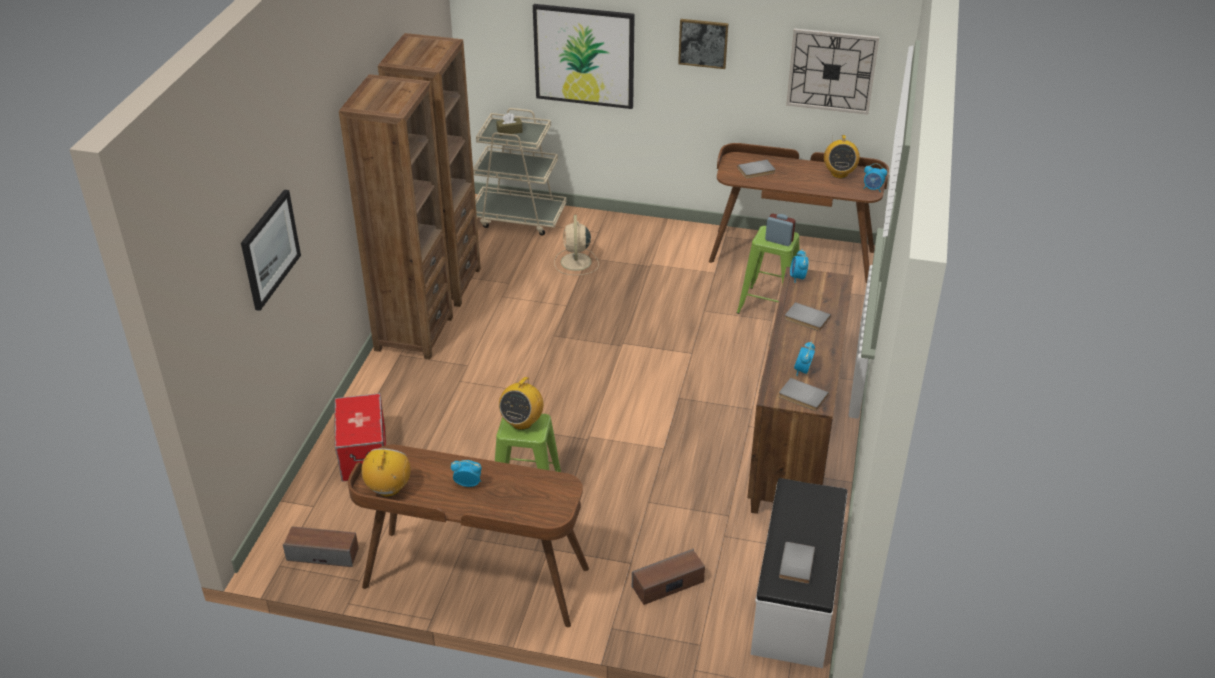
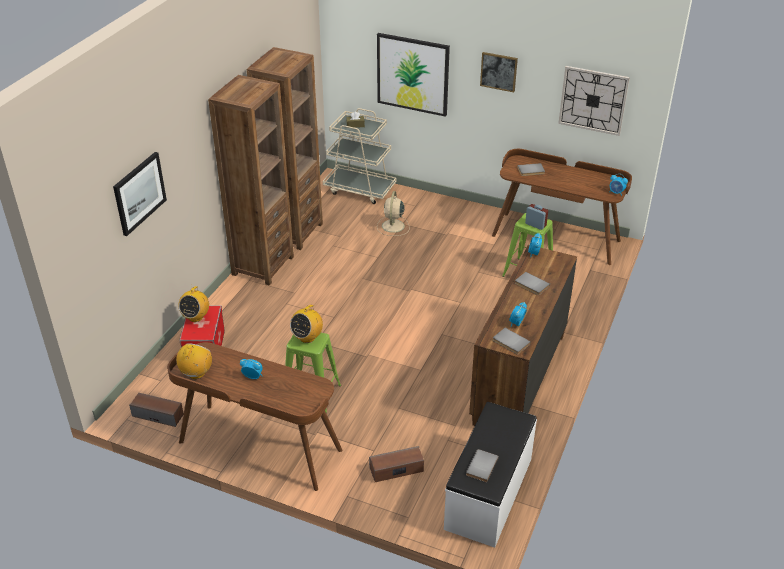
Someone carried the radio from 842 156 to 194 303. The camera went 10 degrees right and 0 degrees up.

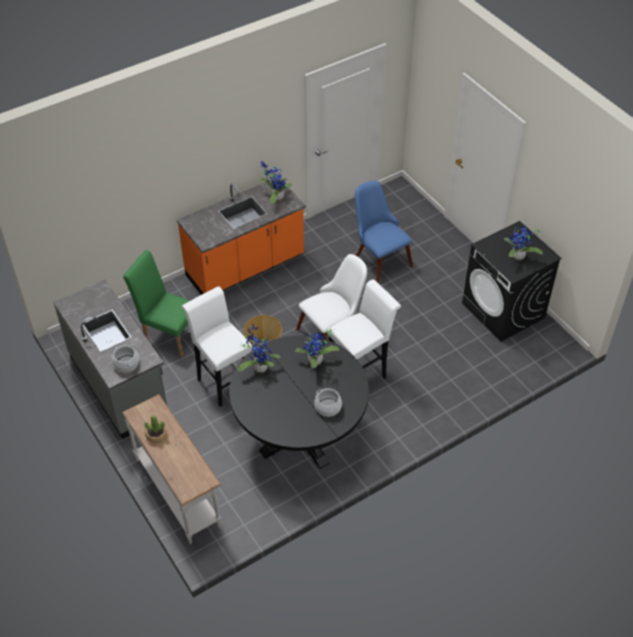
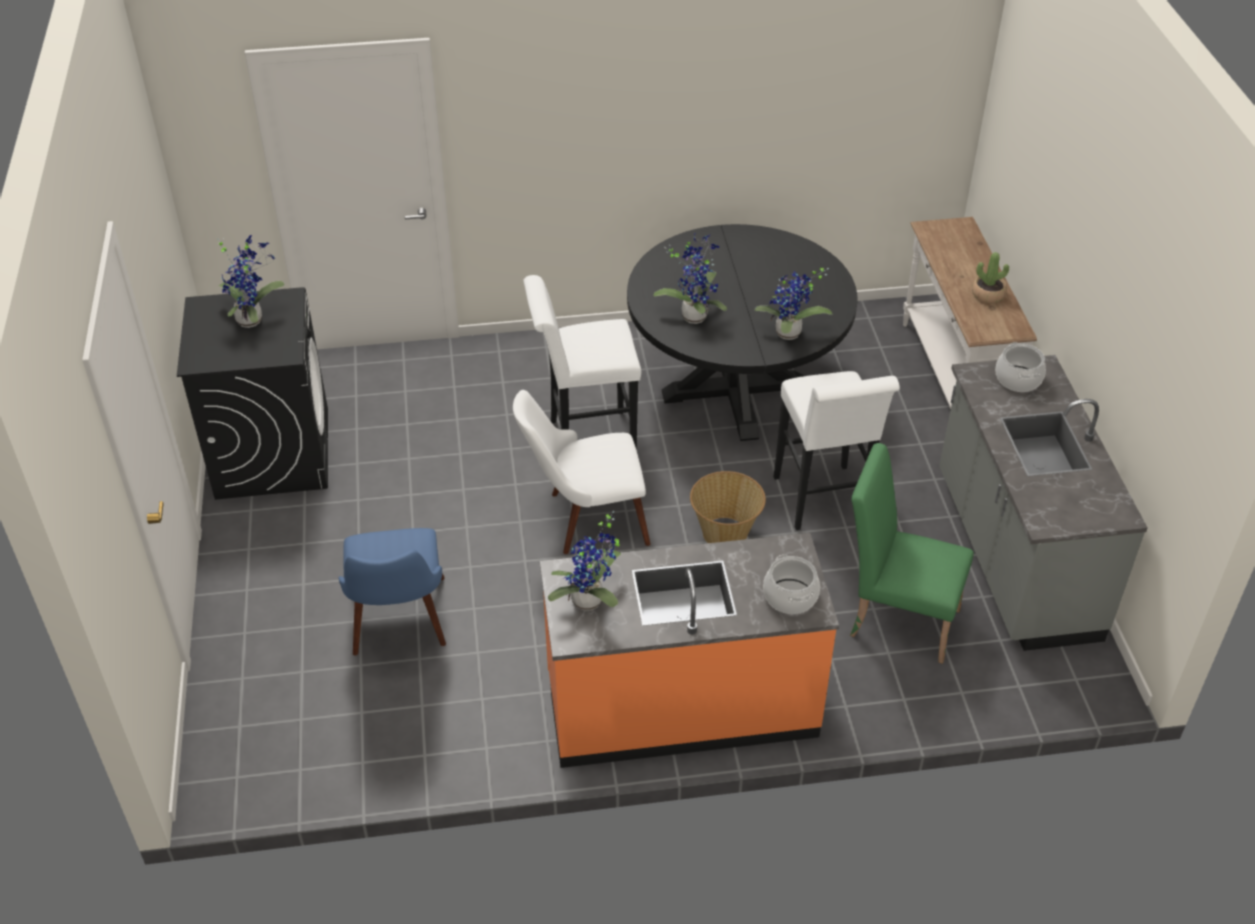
Someone carried the cooking pot from 328 402 to 791 584. Someone rotated the chair in green at 156 303 by 150 degrees clockwise. The camera went 155 degrees left and 5 degrees down.

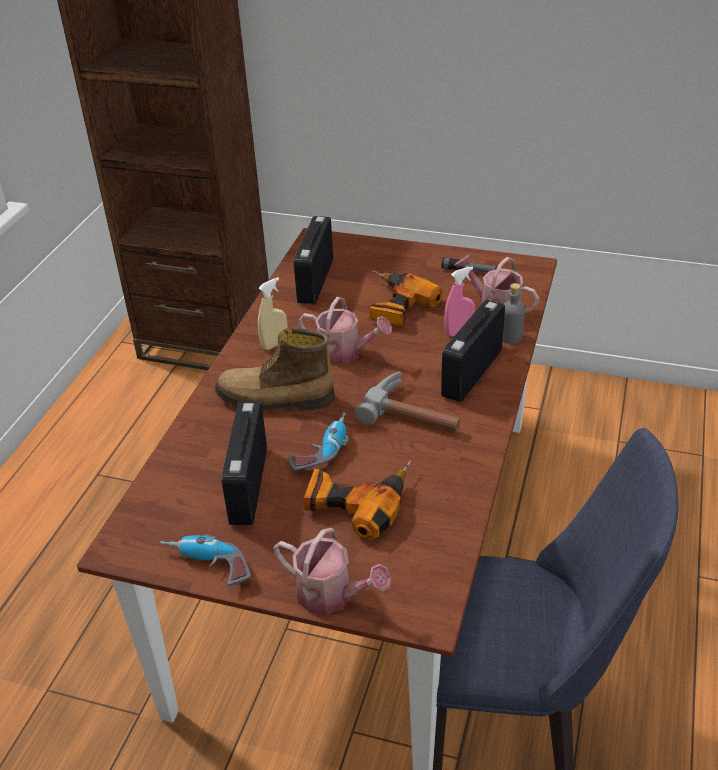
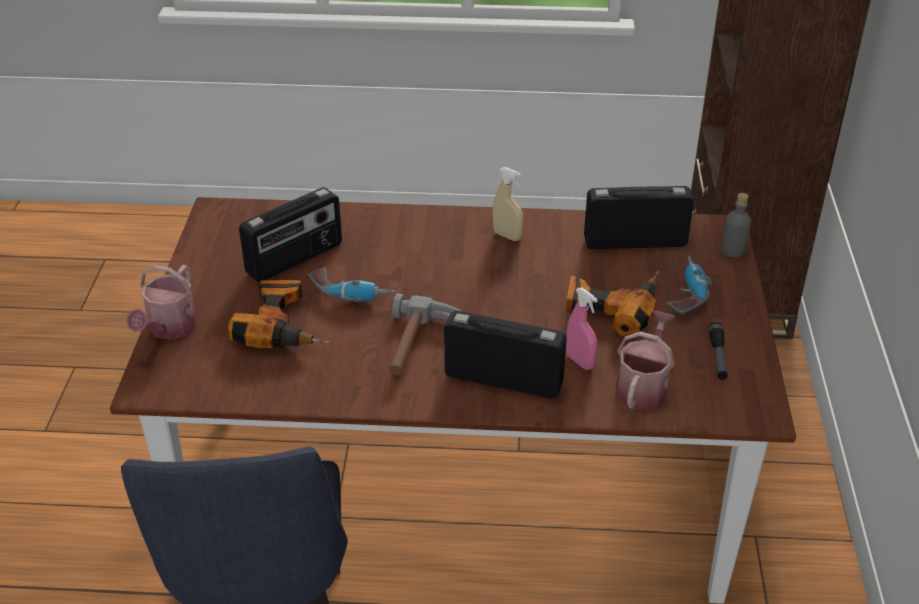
Someone rotated the radio at 244 463 by 150 degrees clockwise. Someone carried the power drill from 205 560 to 689 285. Someone carried the bottle in grey from 514 313 to 736 225. Someone took away the boot at 275 370. Someone took away the watering can at 345 330. The camera went 75 degrees right and 0 degrees up.

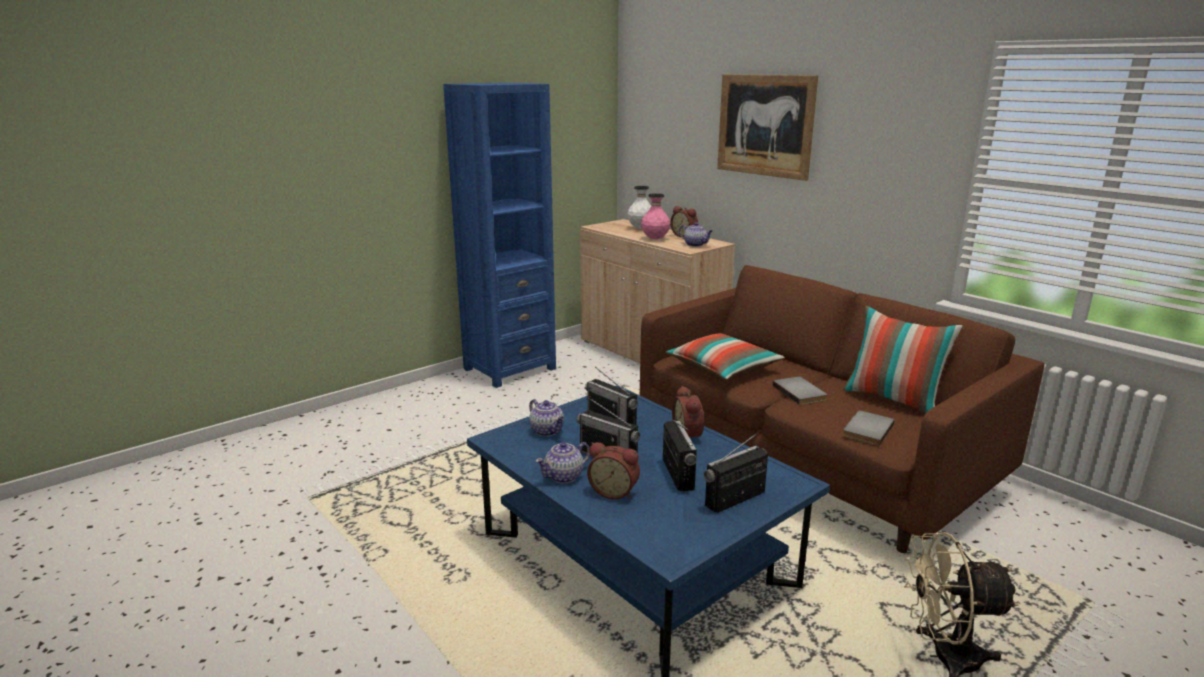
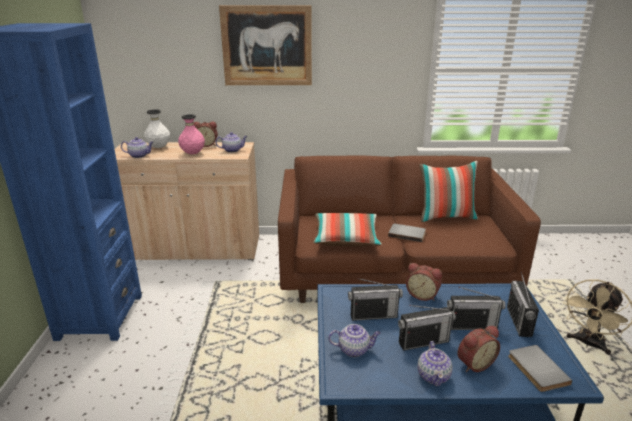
Someone put down the teapot at 137 147. Someone rotated the radio at 680 455 by 150 degrees clockwise. Someone carried the book in grey from 869 428 to 540 368. The camera went 50 degrees left and 5 degrees up.

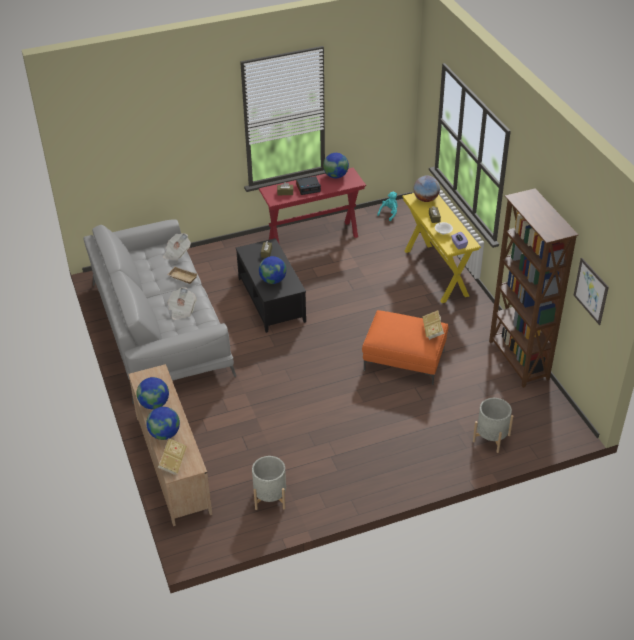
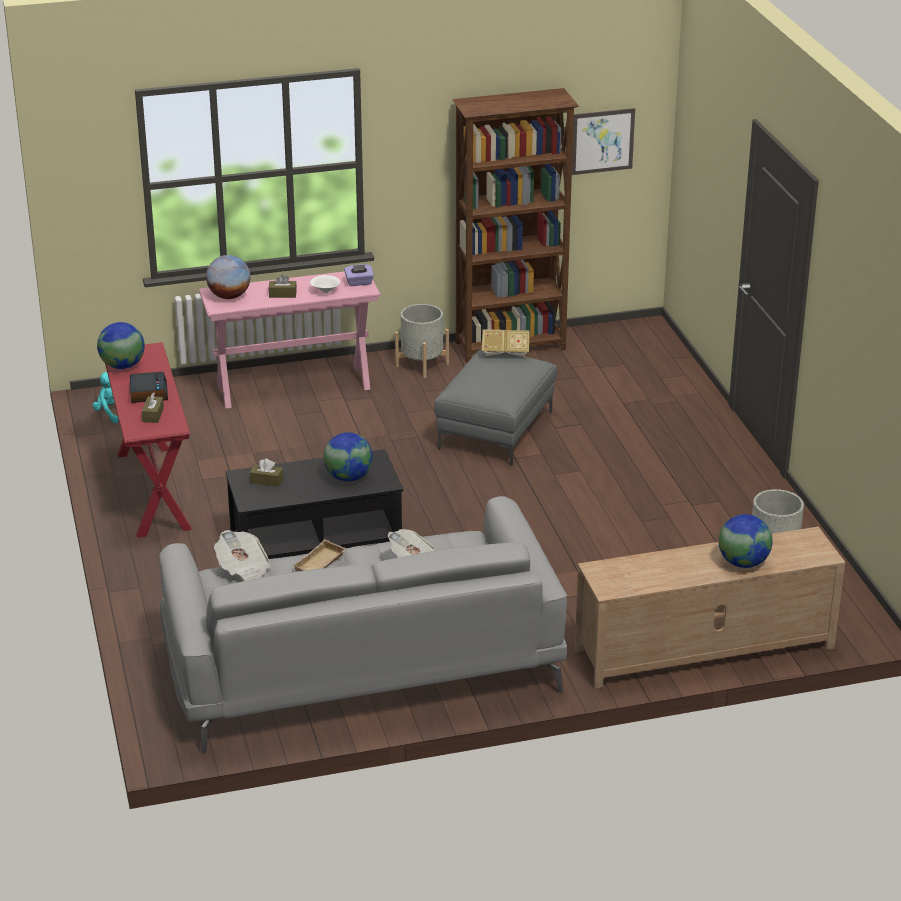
Someone repainted the console table in yellow at 441 248, which became the console table in pink at 290 339. Someone carried the planter in grey from 493 425 to 422 341. Someone repainted the ottoman in orange at 405 347, which became the ottoman in grey at 495 407. Someone took away the globe at 152 393. Someone took away the book at 172 456. The camera went 85 degrees left and 10 degrees down.

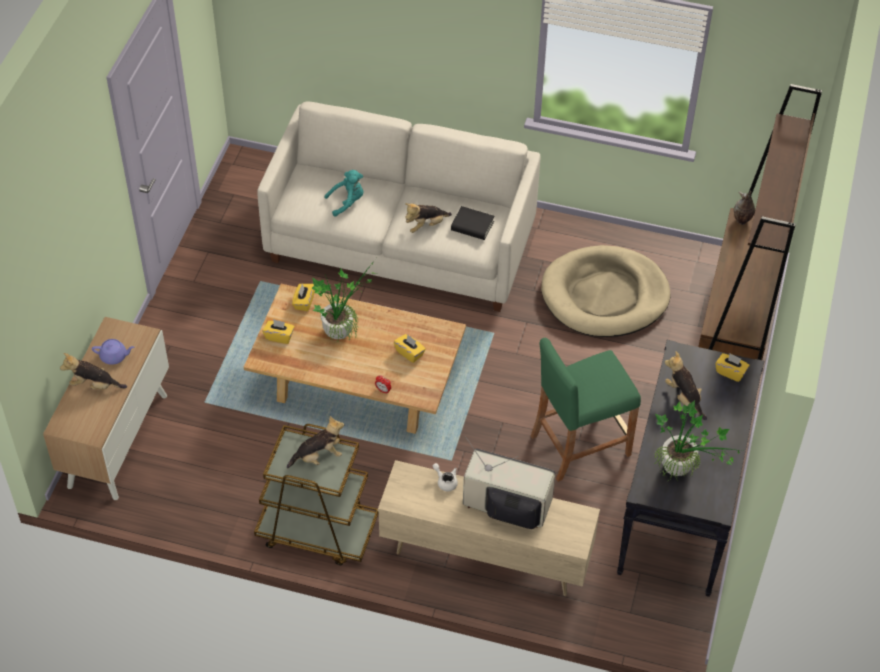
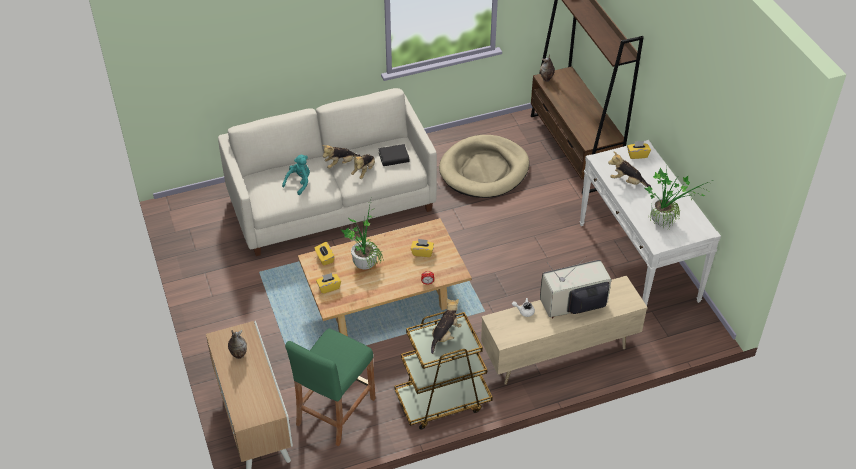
Someone swapped the teapot in purple at 113 352 for the vase at 237 344. Someone carried the stool in green from 586 410 to 330 387. Someone carried the plush toy from 93 371 to 341 157. Someone repainted the console table in black at 690 468, which became the console table in white at 650 223. The camera went 35 degrees left and 5 degrees down.

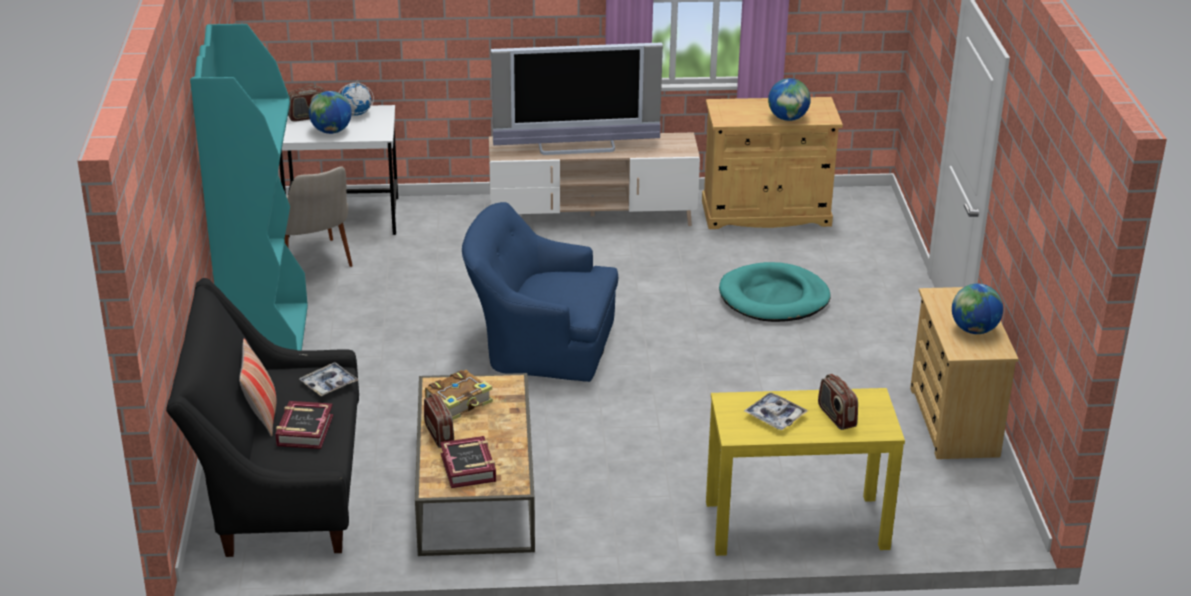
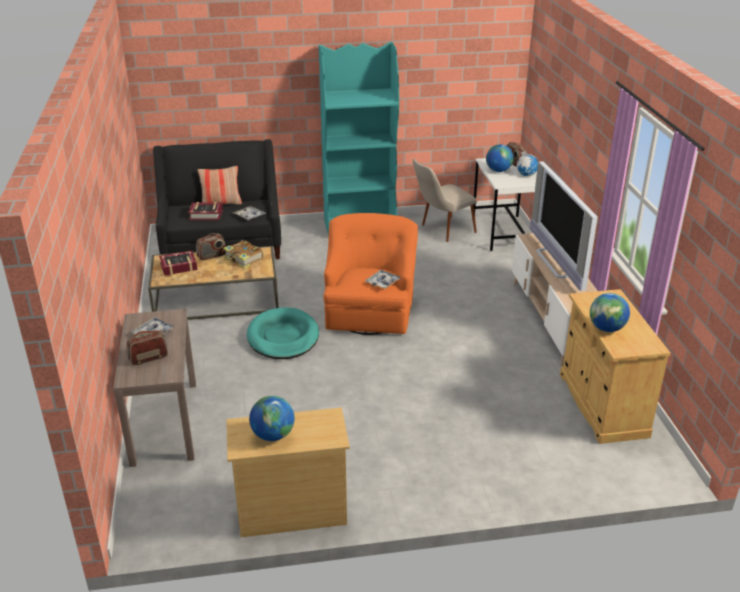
Someone repainted the console table in yellow at 805 472, which became the console table in brown at 154 388. Someone carried the dog bed in turquoise from 775 292 to 283 333. Someone repainted the armchair in blue at 540 292, which became the armchair in orange at 370 274. Someone put down the tray at 383 279. The camera went 85 degrees right and 0 degrees up.

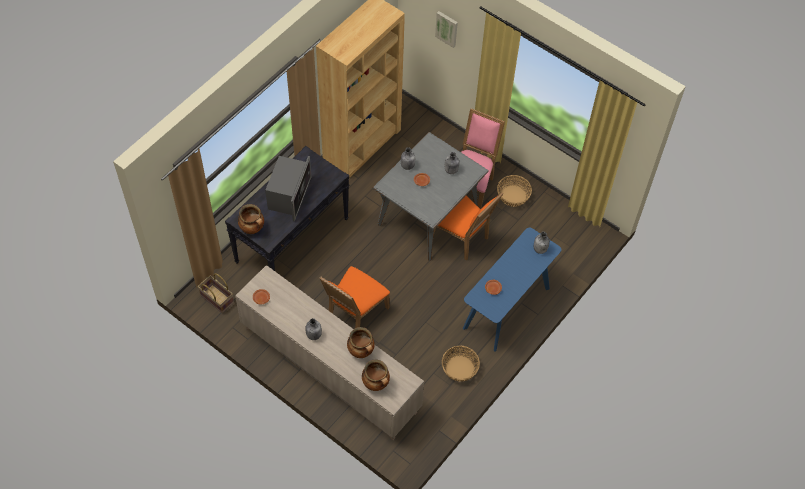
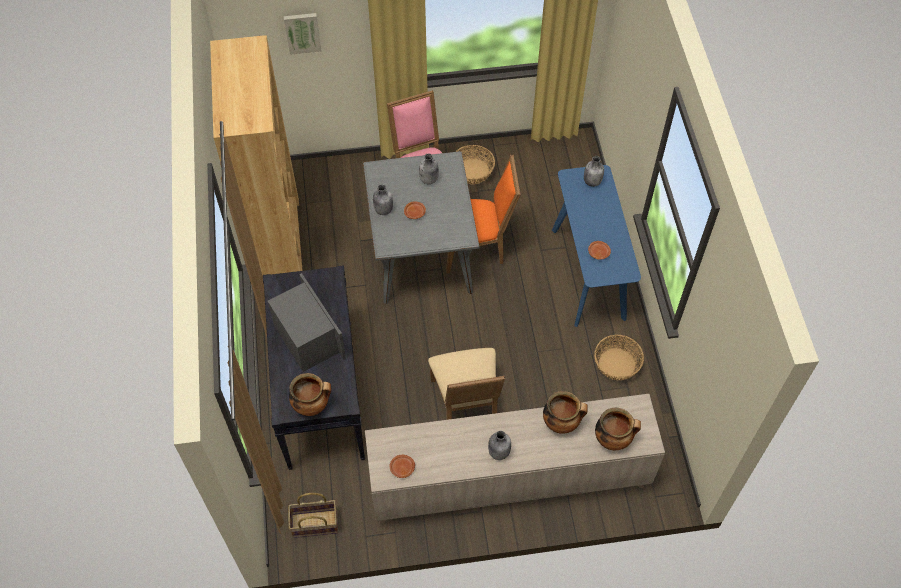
Someone repainted the chair in orange at 355 297, which became the chair in beige at 466 384. The camera went 45 degrees left and 0 degrees up.

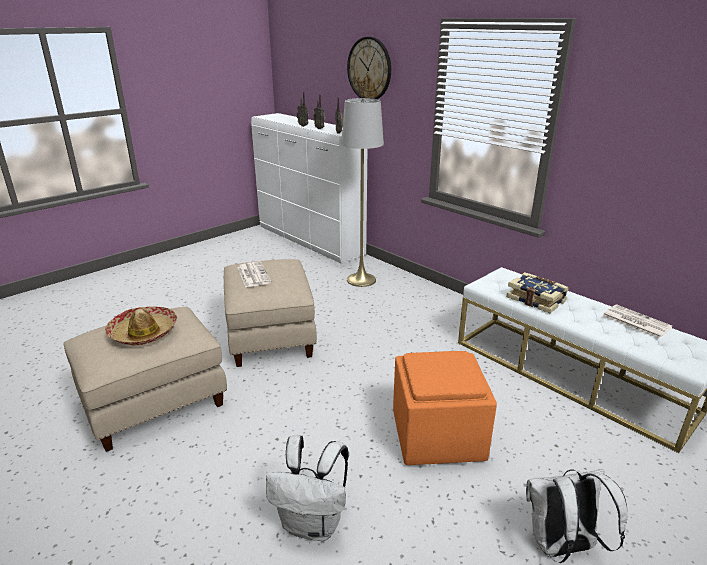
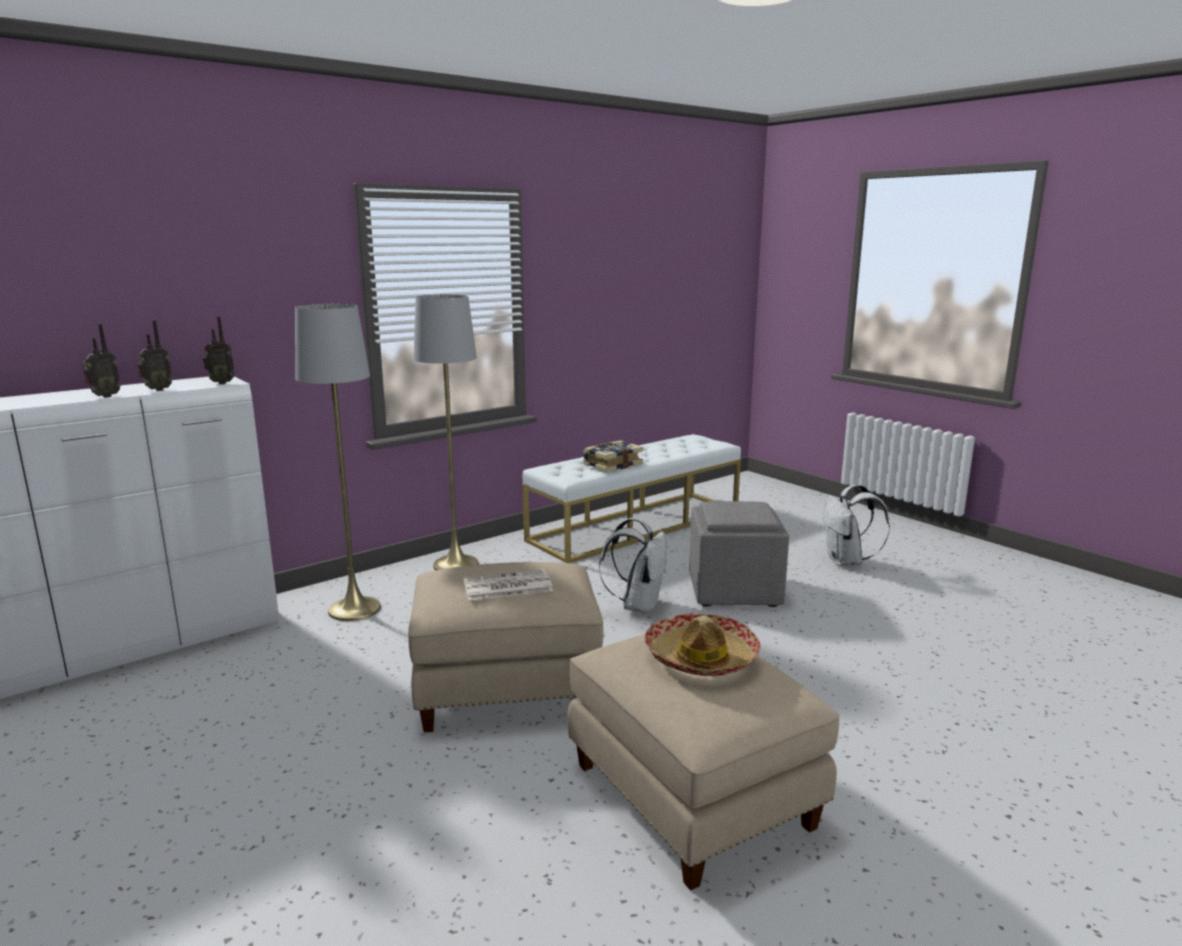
Someone put down the floor lamp in grey at 446 432. Someone carried the backpack in white from 307 488 to 633 566. Someone repainted the ottoman in orange at 445 408, which became the ottoman in grey at 739 554. Someone took away the wall clock at 369 68. Someone took away the newspaper at 637 321. The camera went 85 degrees left and 10 degrees down.

